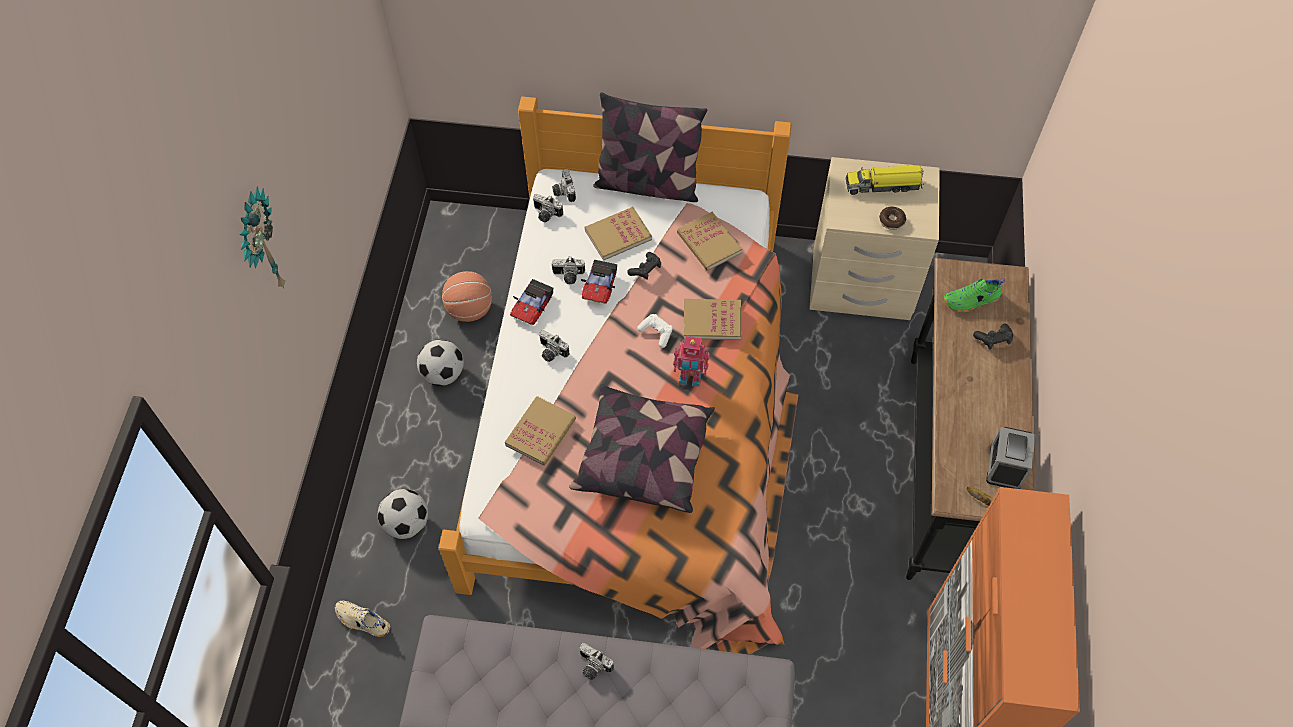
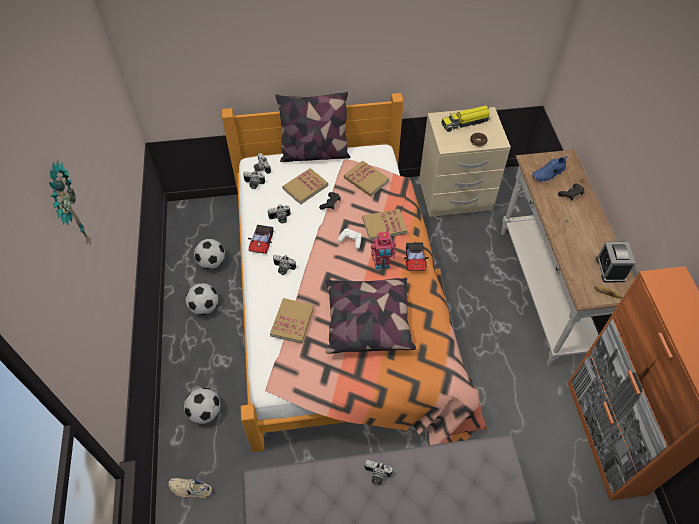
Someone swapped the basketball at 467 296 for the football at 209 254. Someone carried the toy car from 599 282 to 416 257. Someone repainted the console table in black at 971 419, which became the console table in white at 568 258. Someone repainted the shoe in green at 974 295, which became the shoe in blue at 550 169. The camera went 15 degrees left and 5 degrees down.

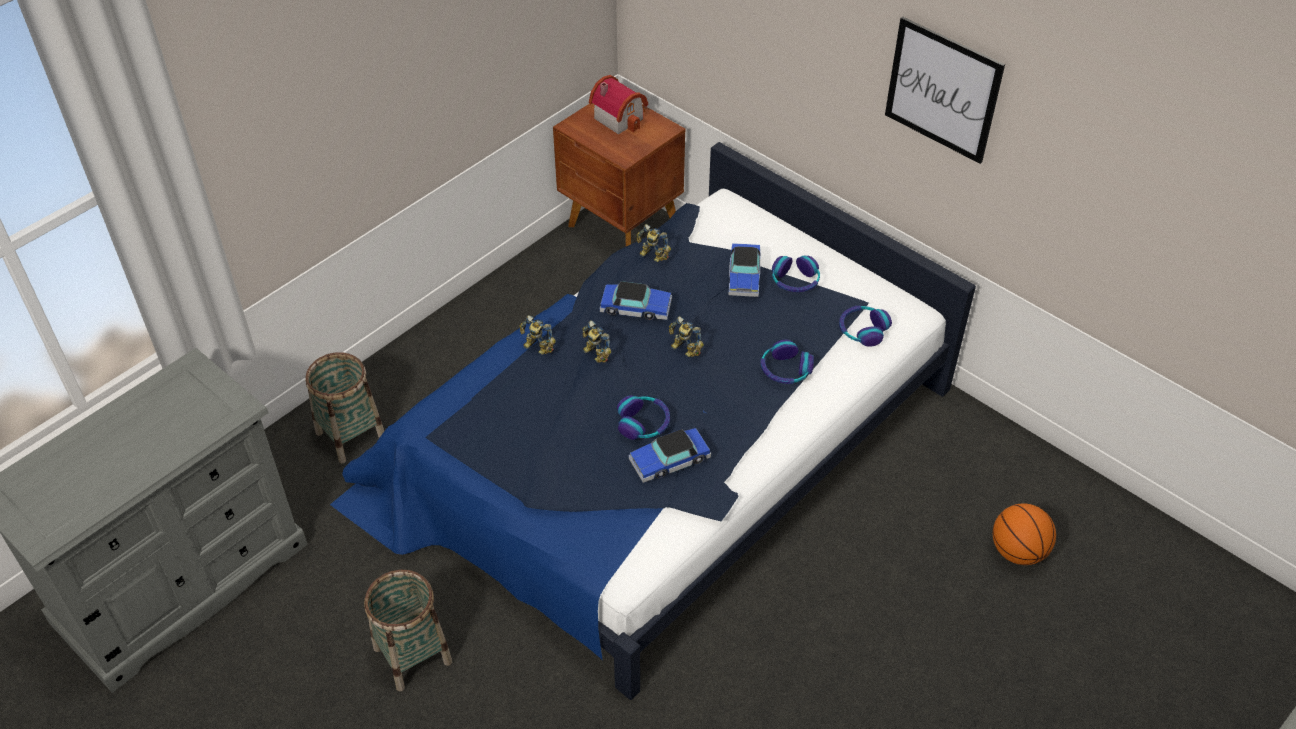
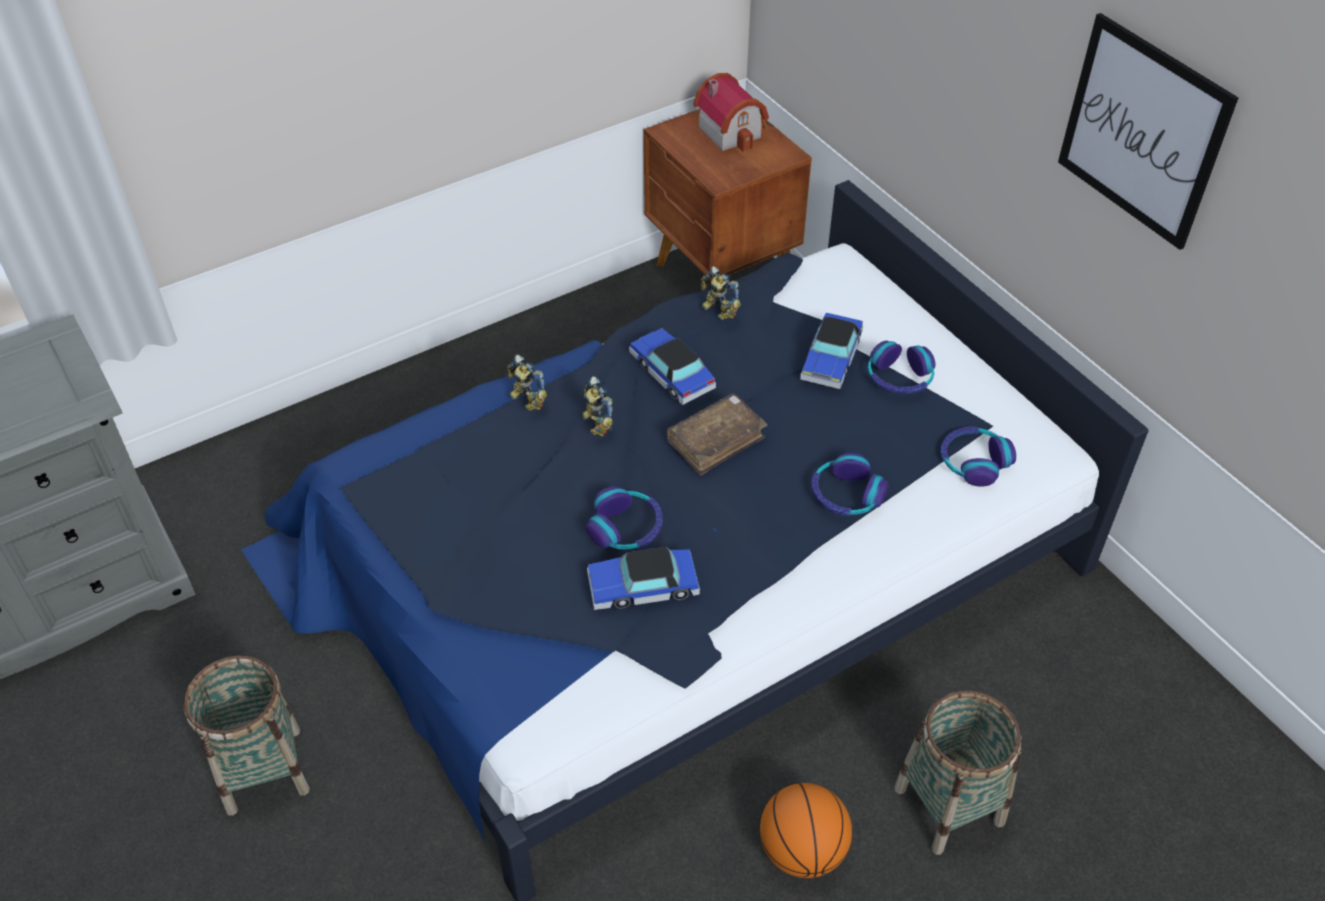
Someone rotated the toy car at 636 300 by 150 degrees counterclockwise. Someone swapped the toy robot at 686 336 for the book in brown at 717 434. Someone carried the basketball from 1024 534 to 806 830. Someone carried the basket from 344 408 to 958 773. The camera went 15 degrees right and 0 degrees up.

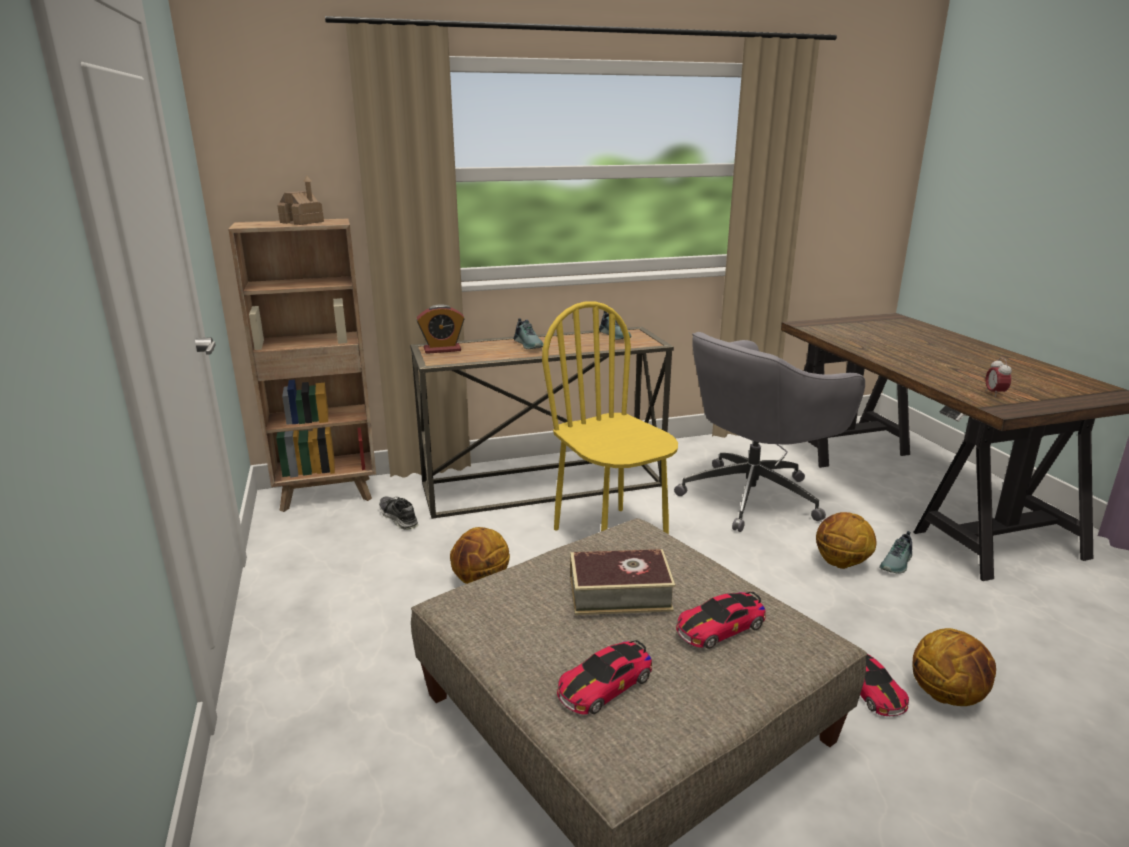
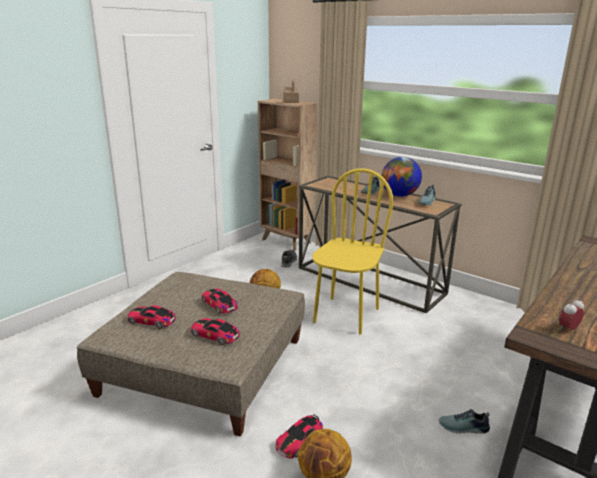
Someone swapped the book at 622 582 for the toy car at 220 301. Someone put down the globe at 402 177. Someone took away the alarm clock at 440 329. Someone took away the office chair in grey at 769 432. Someone took away the basketball at 846 540. The camera went 55 degrees right and 0 degrees up.

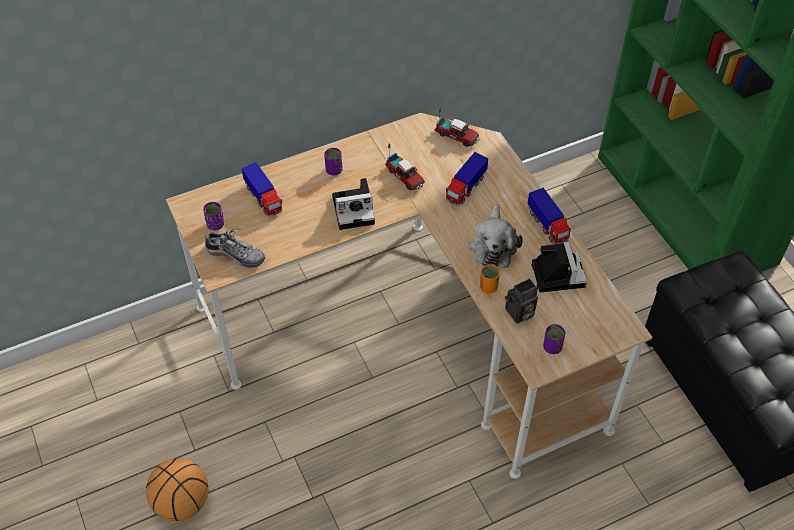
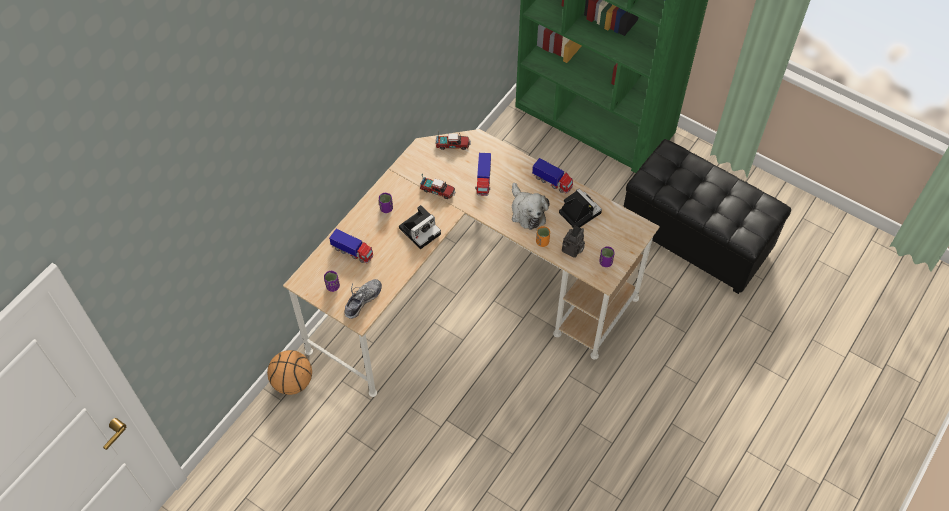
Someone carried the basketball from 177 489 to 289 372. Someone rotated the shoe at 235 248 by 45 degrees counterclockwise. The camera went 30 degrees left and 5 degrees up.

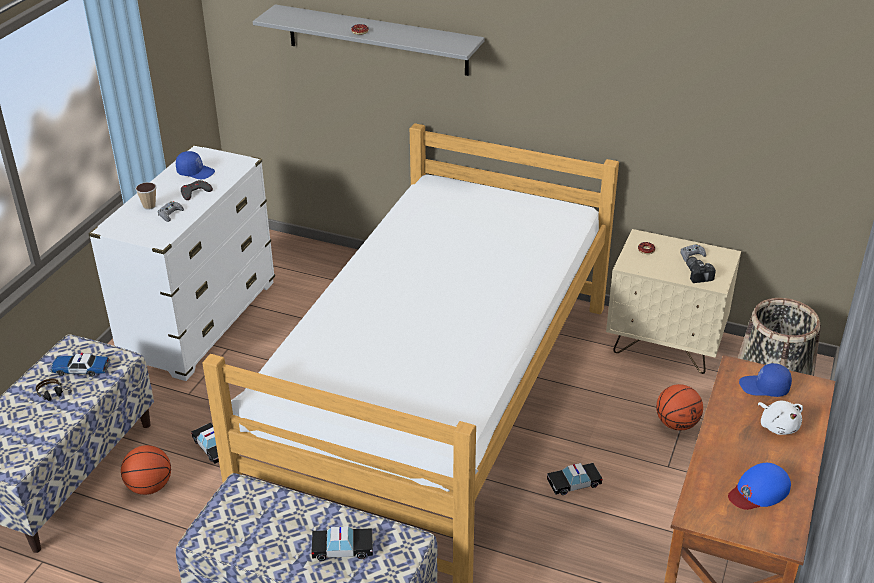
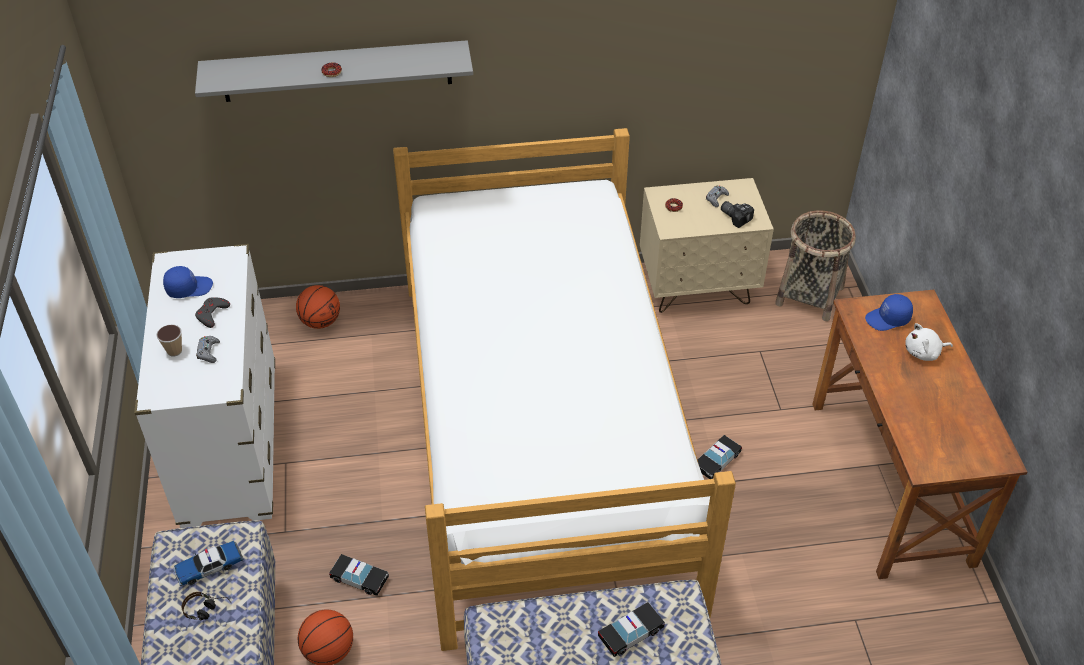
Someone carried the basketball from 679 407 to 318 307. Someone rotated the plush toy in white at 780 418 by 135 degrees clockwise. Someone took away the cap in blue at 759 486. The camera went 30 degrees left and 10 degrees up.

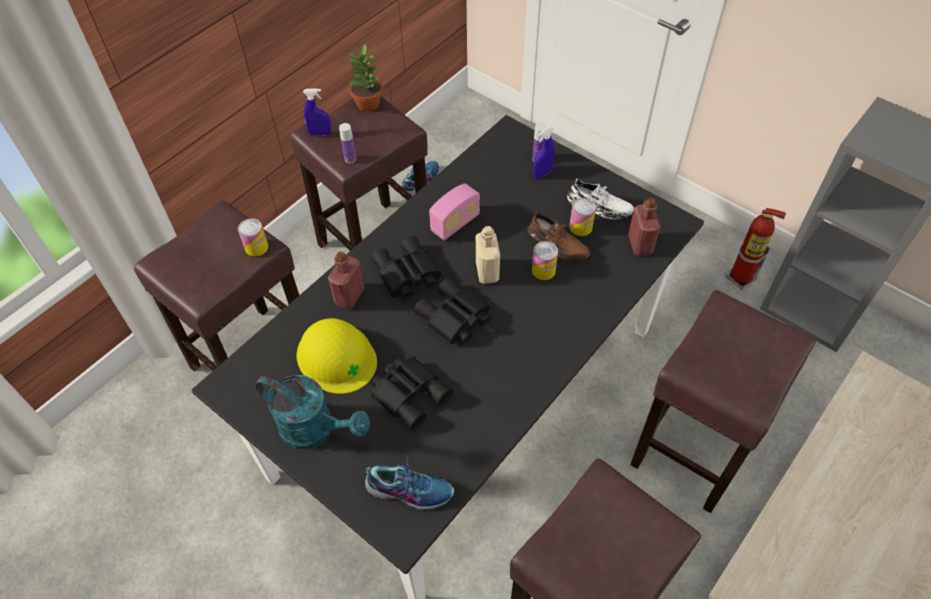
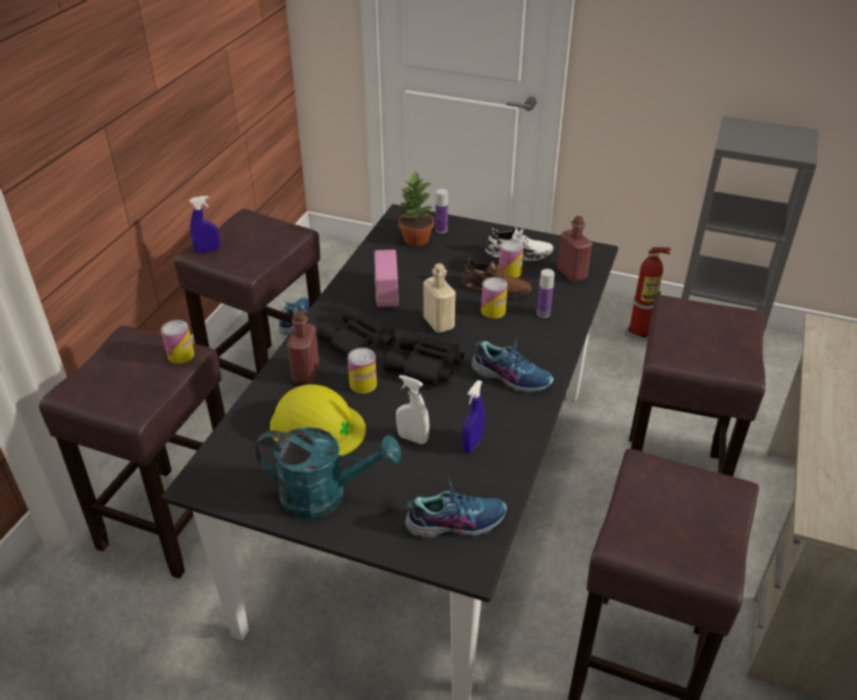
Someone put down the can at 362 371. Someone rotated the radio at 454 212 by 150 degrees clockwise. Someone swapped the binoculars in black at 412 393 for the spray bottle in white at 412 409. Someone carried the potted plant from 365 78 to 416 208. Someone carried the spray bottle in blue from 544 153 to 473 416. Someone put down the shoe at 512 365. Someone carried the bottle from 347 143 to 546 293. The camera went 20 degrees left and 15 degrees down.

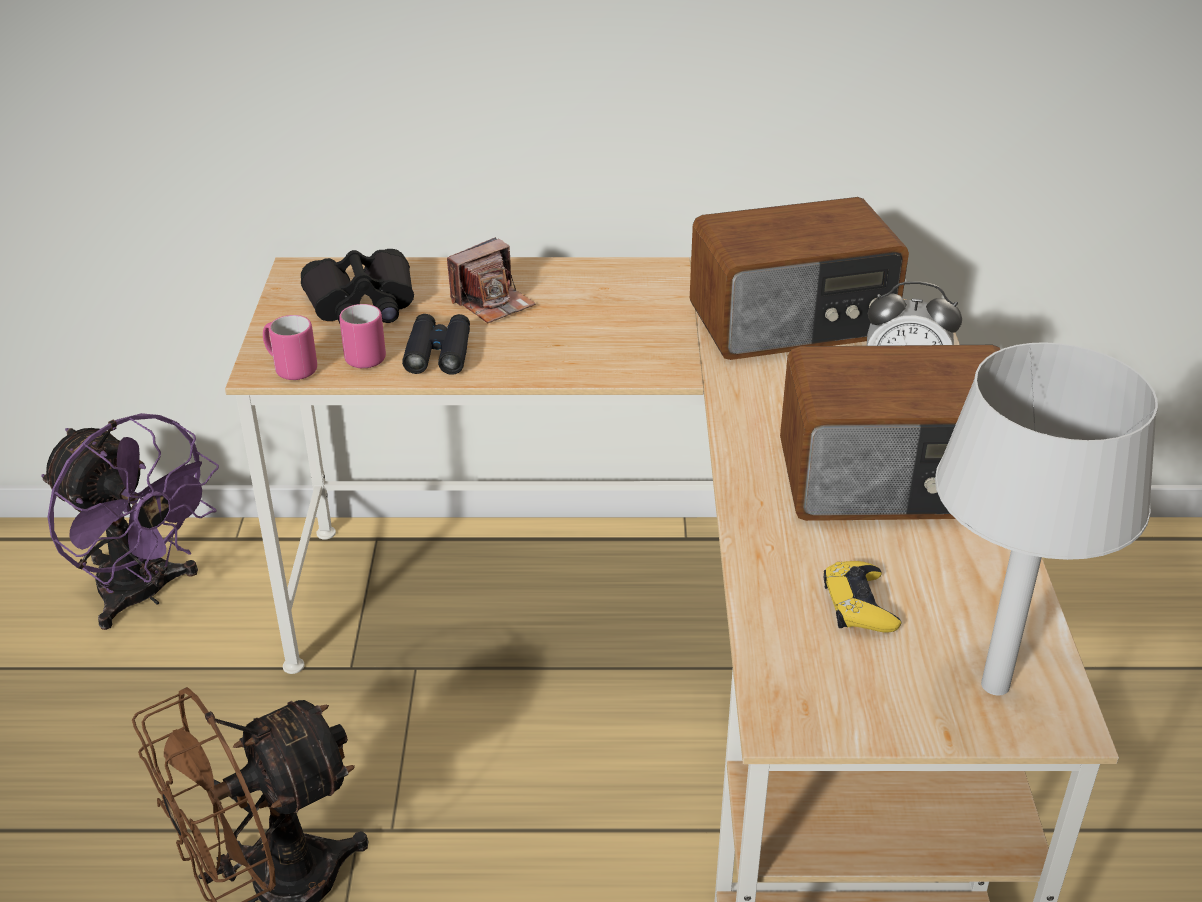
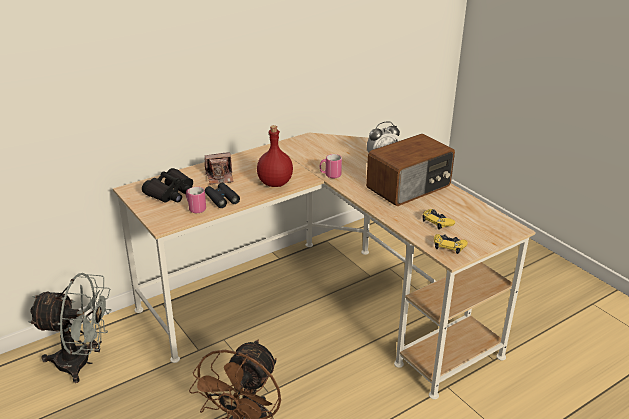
Someone repainted the fan in purple at 130 521, which became the fan in grey at 70 328. Someone rotated the photo camera at 491 280 by 60 degrees clockwise. Someone put down the bottle in red at 275 156. Someone carried the mug in pink from 290 347 to 331 166. Someone put down the game controller in yellow at 451 244. Someone took away the radio at 799 278. Someone took away the table lamp in grey at 1046 518. The camera went 35 degrees left and 5 degrees down.

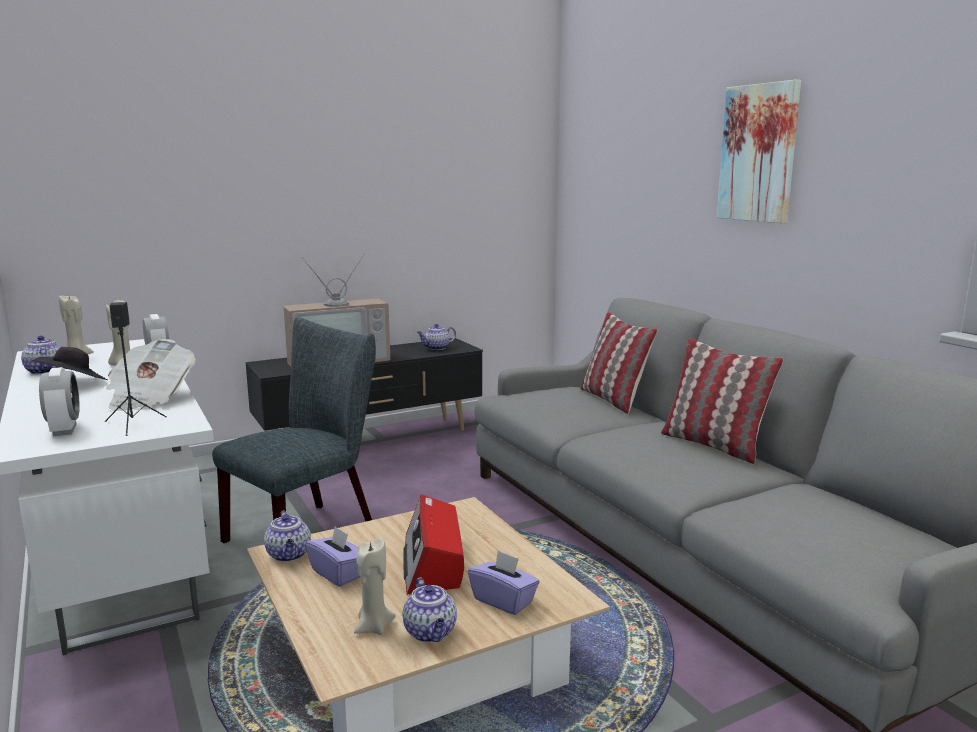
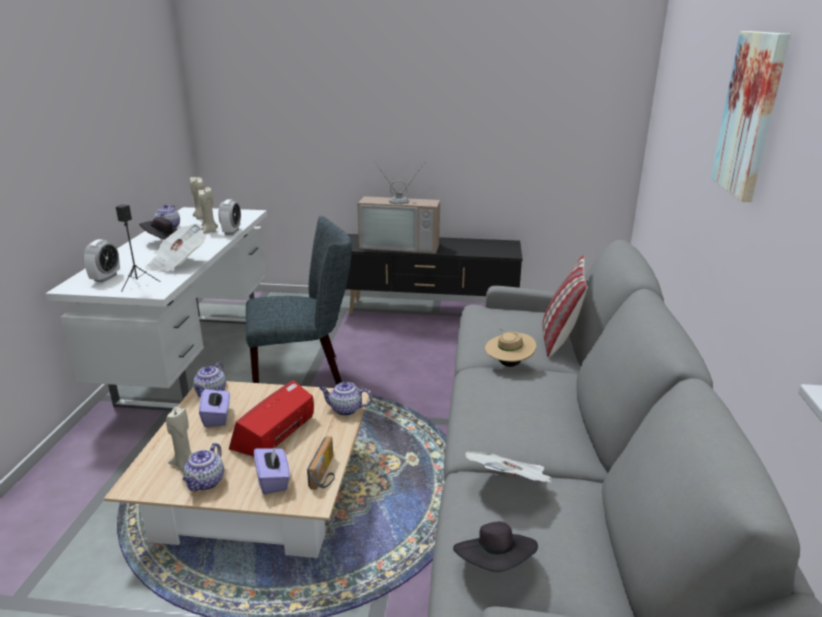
Someone put down the radio at 321 463. Someone carried the teapot from 436 337 to 345 399. Someone put down the hat in black at 495 547. Someone put down the newspaper at 508 467. Someone put down the hat in beige at 510 348. Someone took away the pillow at 722 401. The camera went 35 degrees right and 10 degrees up.

